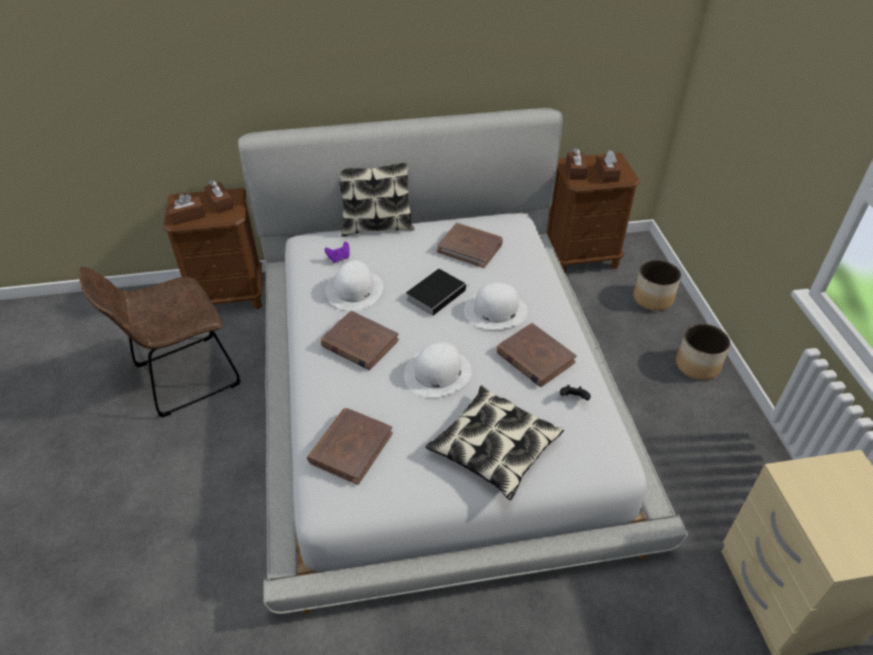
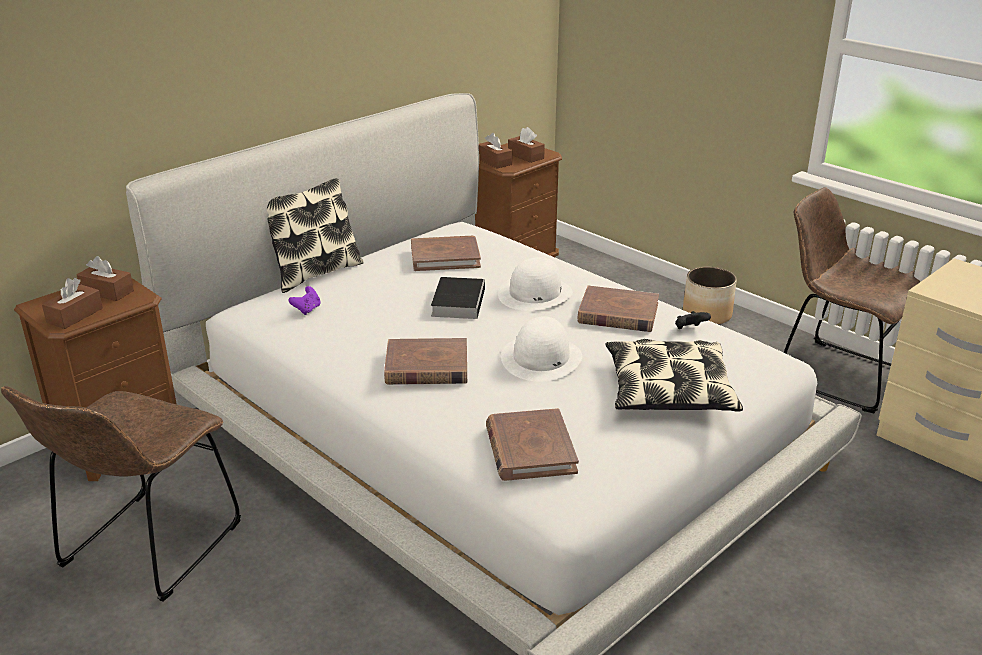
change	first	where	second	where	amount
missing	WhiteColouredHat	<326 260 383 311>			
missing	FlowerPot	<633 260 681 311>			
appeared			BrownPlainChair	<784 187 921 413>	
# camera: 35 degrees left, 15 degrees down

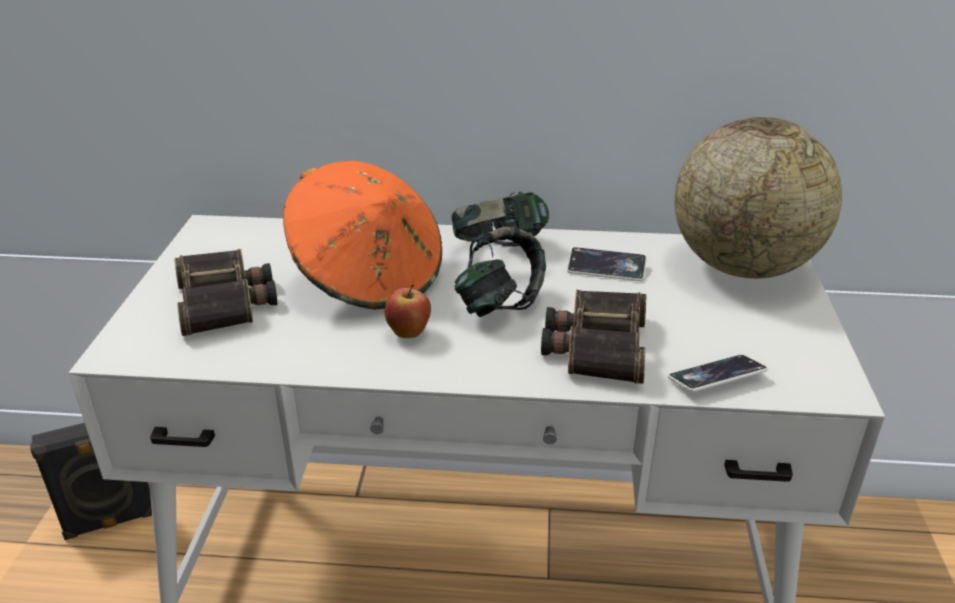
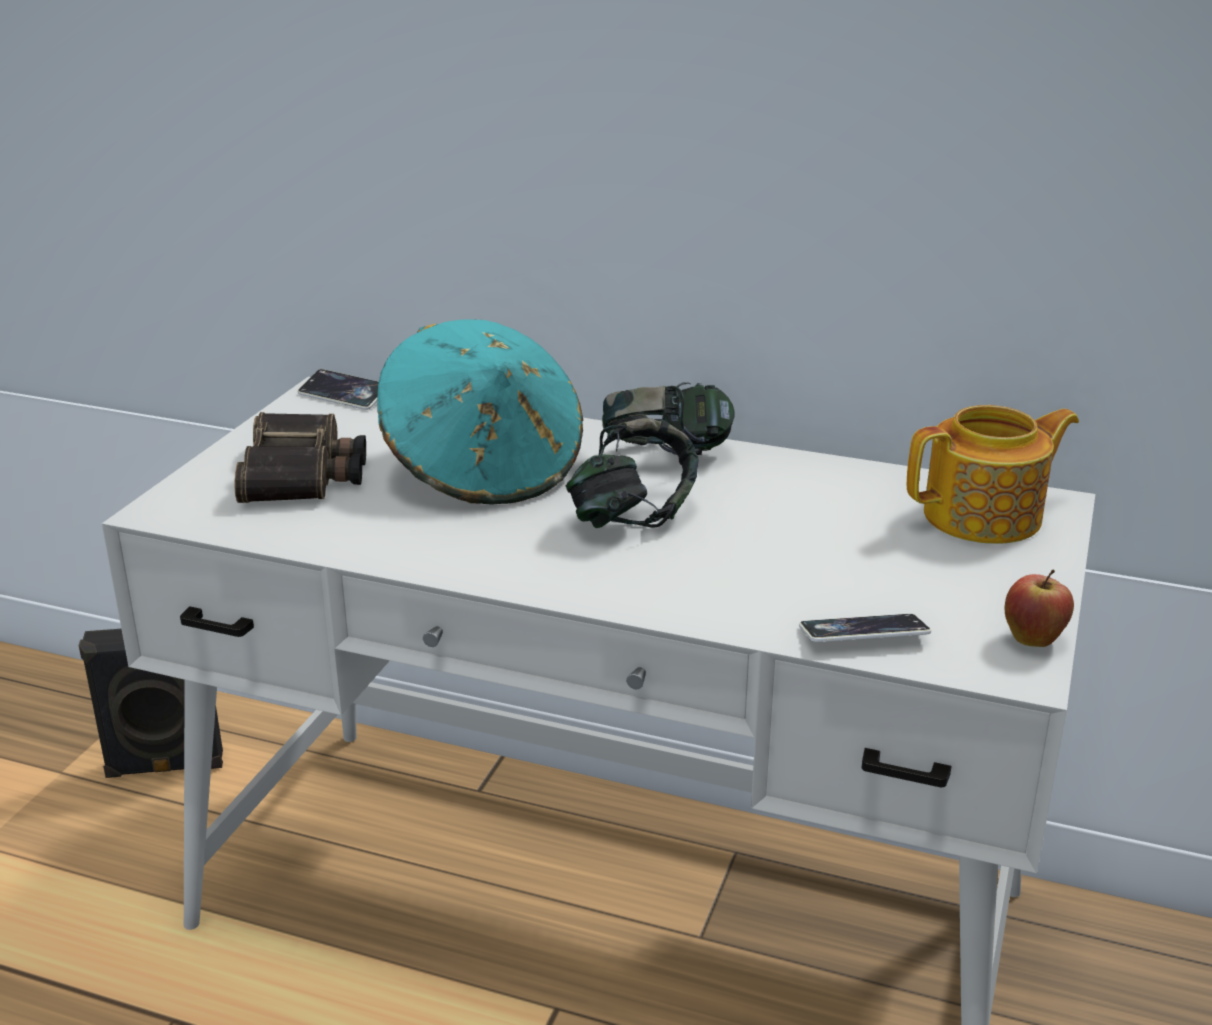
change	first	where	second	where	amount
missing	FieldGlasses	<541 290 646 384>			
relocated	Apple	<385 284 431 338>		<1005 569 1074 647>	
relocated	Telephone	<567 247 647 281>		<297 369 379 410>	
exchanged	WorldGlobe	<674 117 842 279>	PotForTea	<907 405 1079 544>	
colour	OrangeColouredHat	<283 161 442 310>	BlueGreenHat	<377 319 583 504>	
# camera: 15 degrees right, 5 degrees down

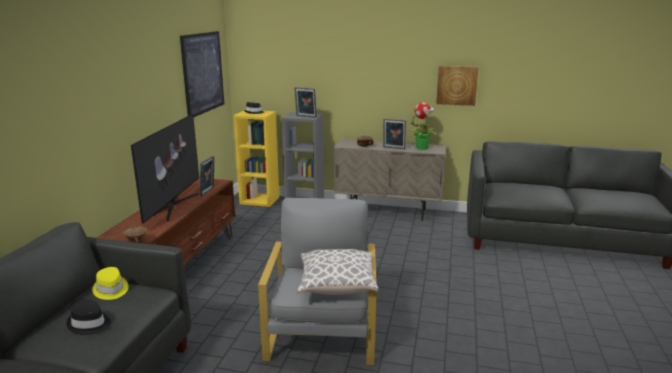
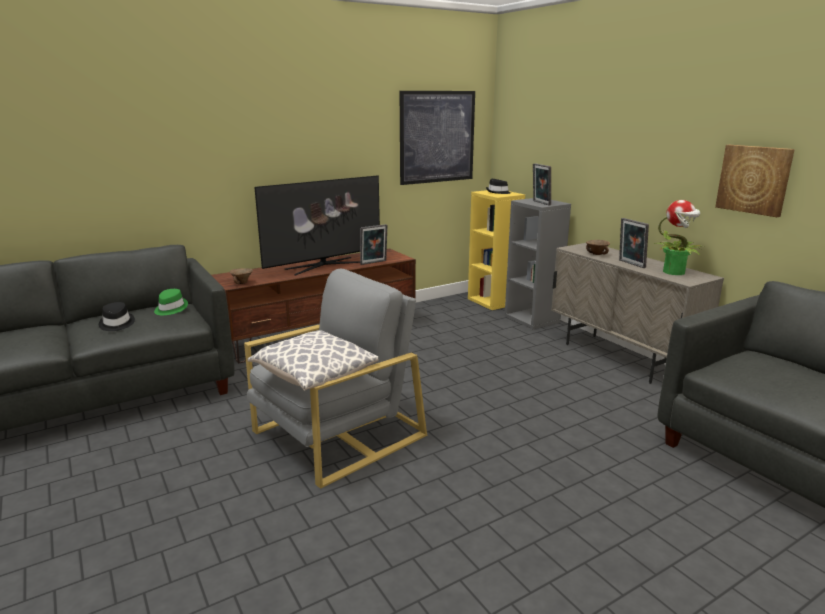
change	first	where	second	where	amount
colour	YellowHat	<92 267 128 300>	GreenishHat	<154 289 188 315>	
# camera: 45 degrees right, 0 degrees up

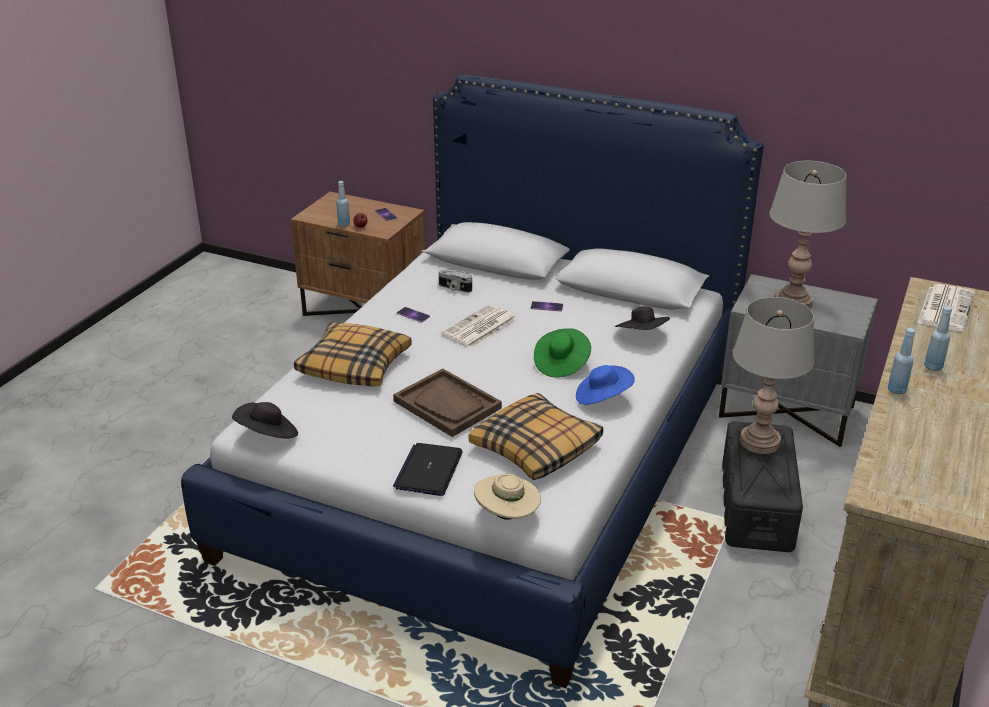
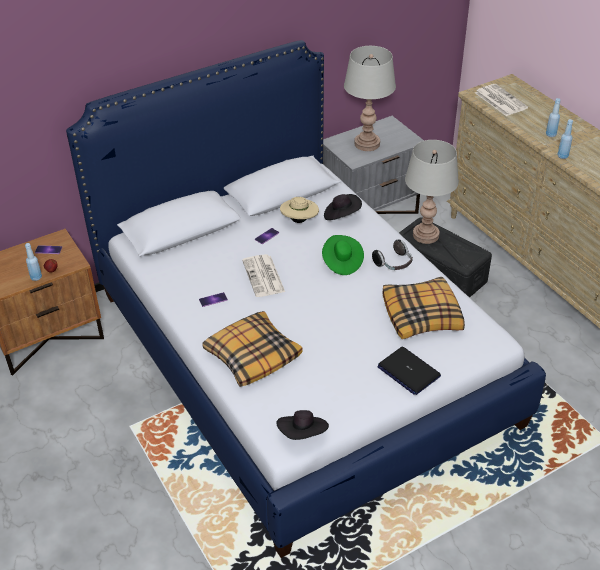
change	first	where	second	where	amount
missing	BrownCarryingTray	<393 368 502 437>			
missing	StillCamera	<439 269 472 293>			
relocated	BeigeHat	<474 473 541 520>		<280 197 319 223>	
exchanged	BlueColouredHat	<576 365 635 405>	PairOfHeadphones	<372 239 413 270>	
# camera: 55 degrees left, 10 degrees up

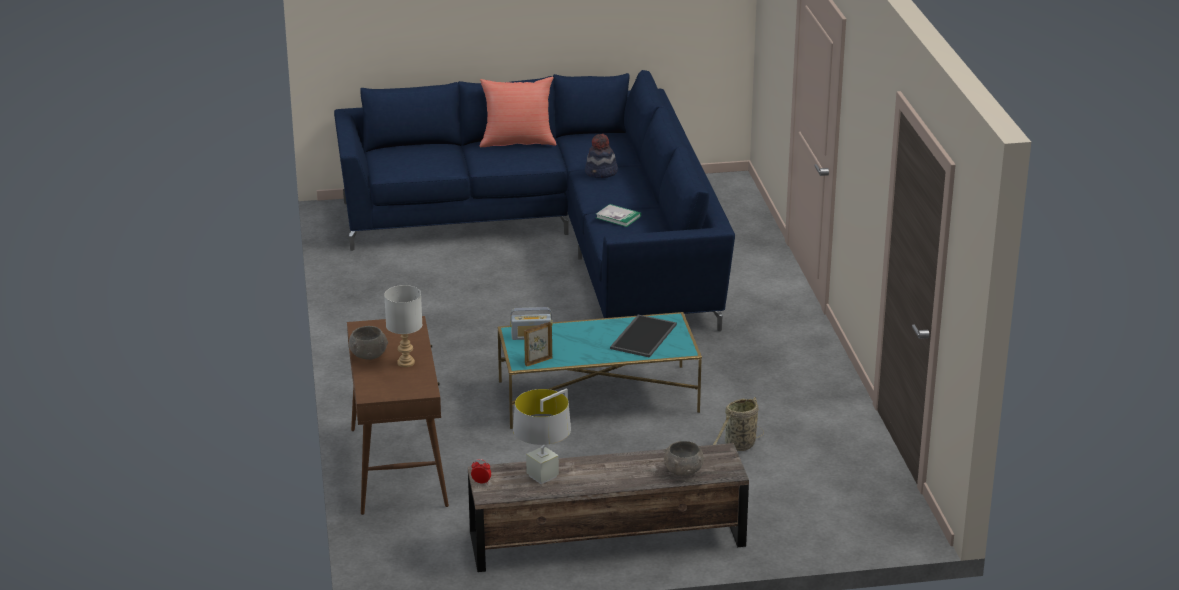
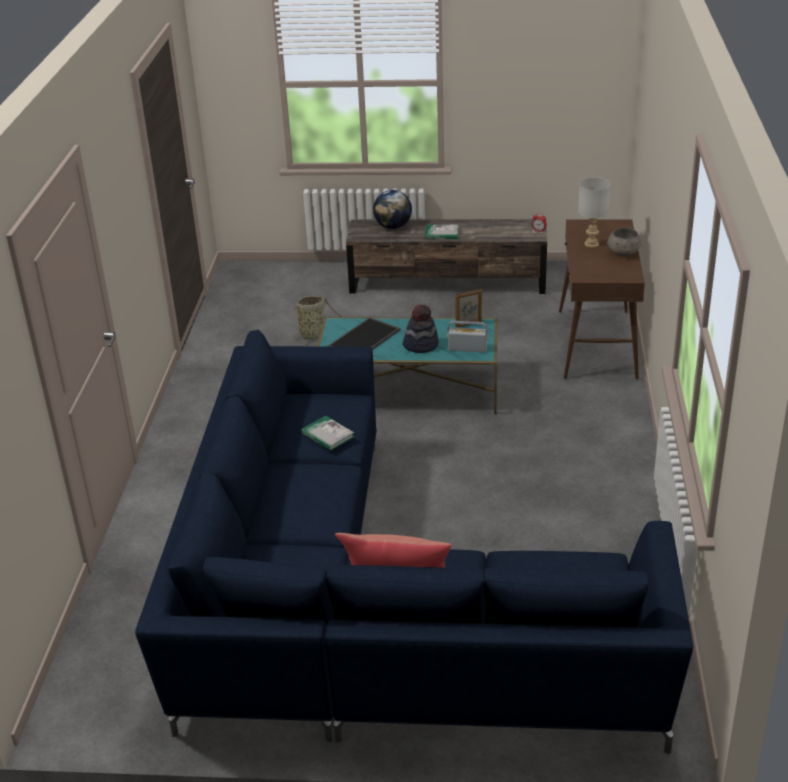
change	first	where	second	where	amount
missing	GreyishTabletopLamp	<513 388 571 484>			
appeared			Volume	<425 224 459 239>	
relocated	Hat	<585 134 618 178>		<403 305 439 353>	
exchanged	GreyishServingBowl	<664 441 704 476>	WorldGlobe	<373 190 412 229>	
# camera: 165 degrees left, 5 degrees up

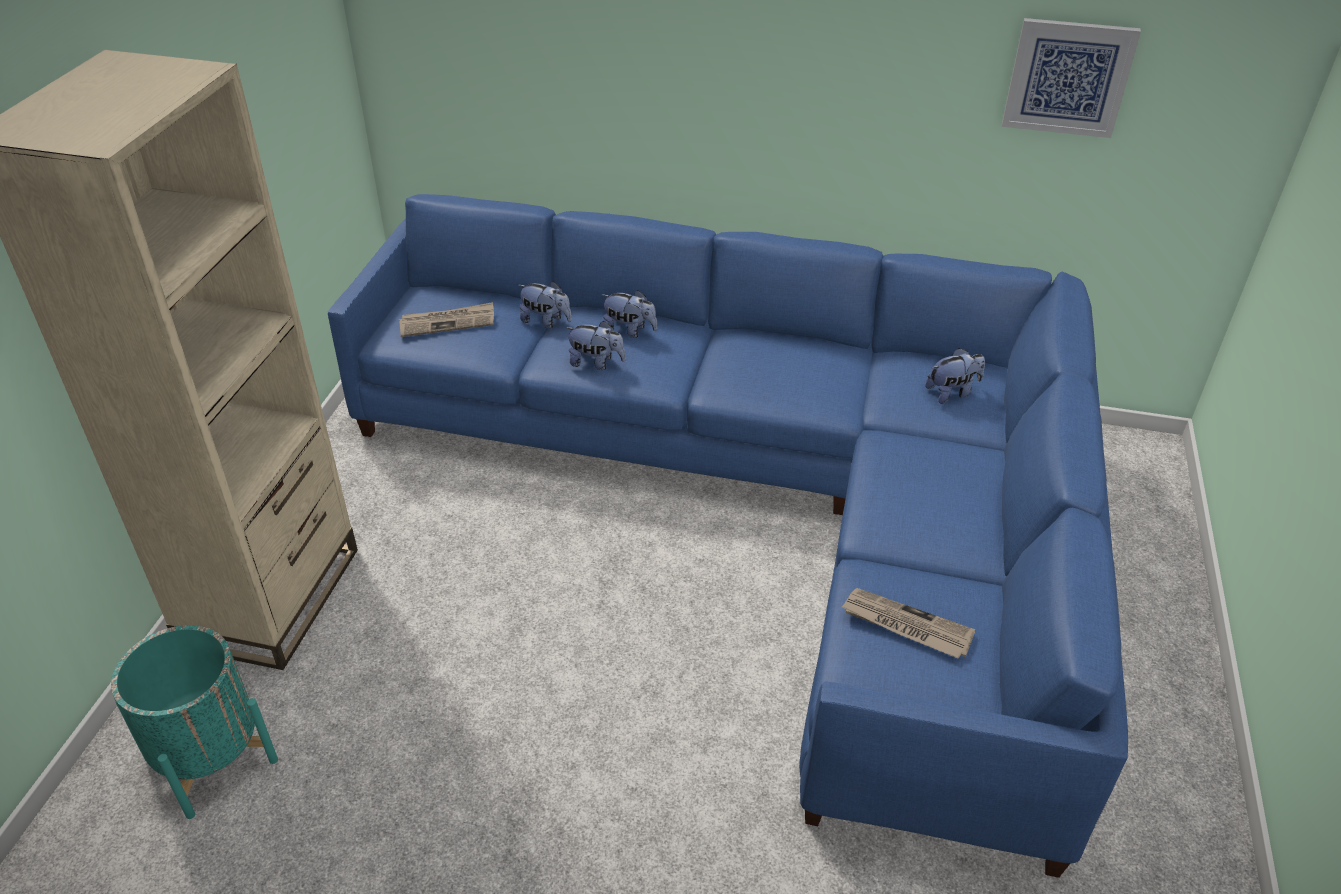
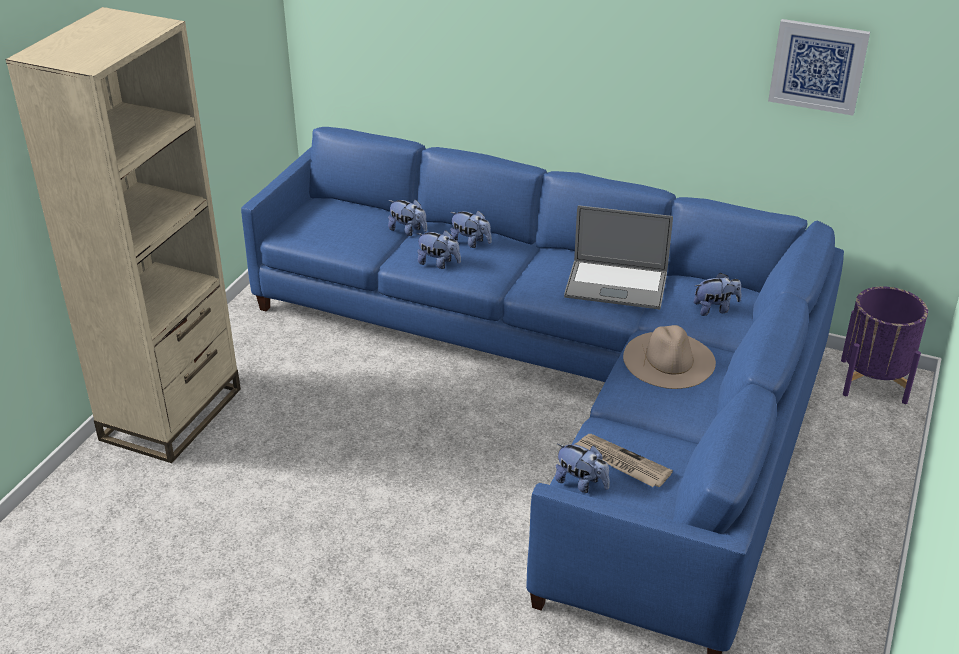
change	first	where	second	where	amount
missing	BlueGreenFlowerPot	<111 625 278 819>			
missing	Newspaper	<399 302 494 337>			
appeared			PlushToy	<555 444 610 493>	
appeared			NotebookComputer	<564 205 673 310>	
appeared			BeigeHat	<623 325 716 389>	
appeared			PurplishFlowerPot	<841 286 928 404>	
# camera: 10 degrees right, 5 degrees down

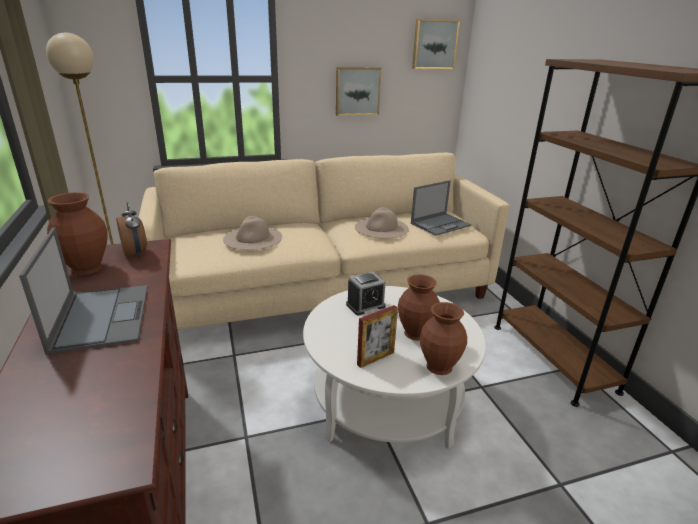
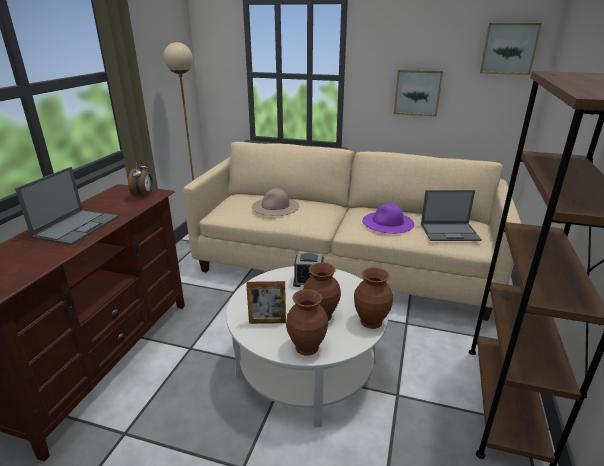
change	first	where	second	where	amount
relocated	BrownDecorativeVase	<47 192 108 276>		<354 267 393 329>	
colour	BeigeHat	<355 207 409 238>	PurplishHat	<362 203 414 234>	
# camera: 35 degrees right, 0 degrees up

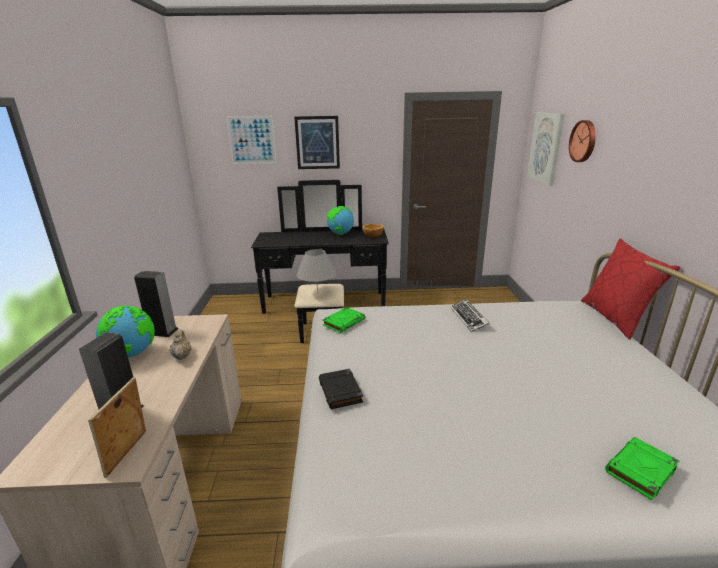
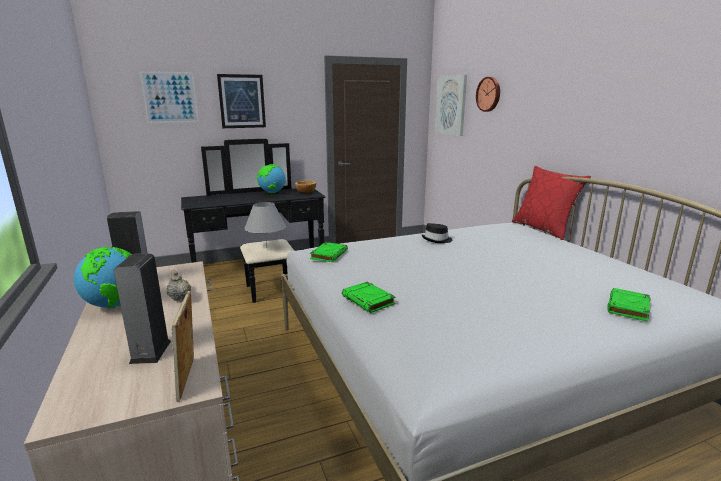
change	first	where	second	where	amount
exchanged	ComputerKeyboard	<451 299 490 332>	BlackishHat	<422 223 453 243>	
colour	BlackishVolume	<319 369 363 409>	GreenishVolume	<342 282 395 313>	
# camera: 20 degrees left, 5 degrees down

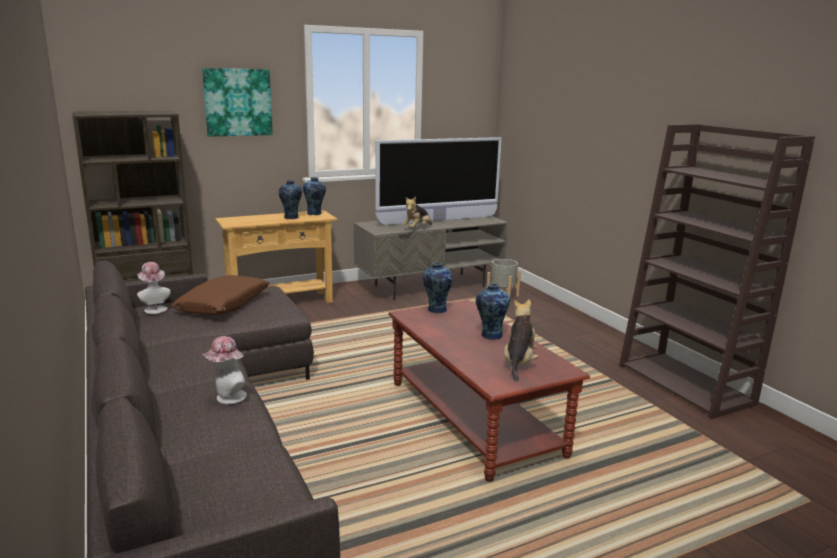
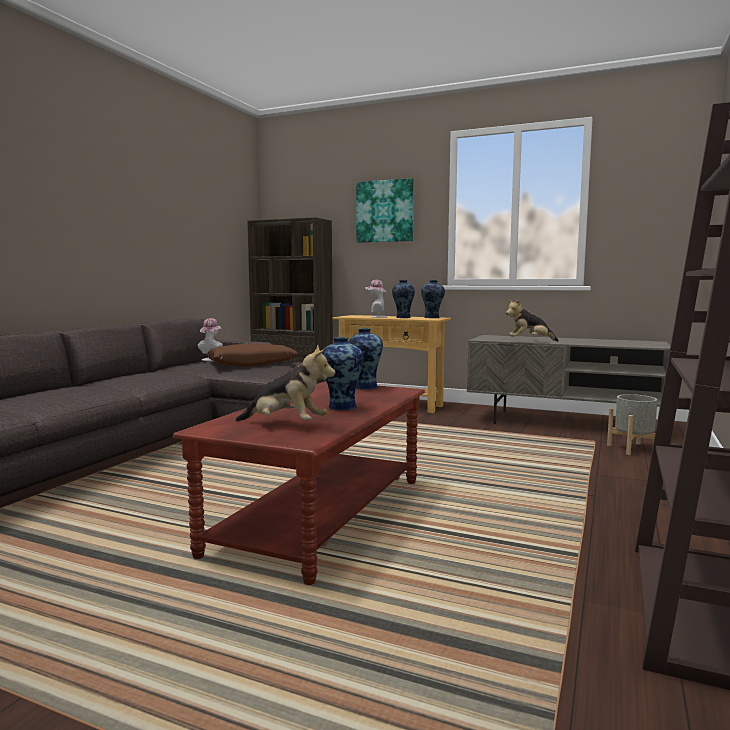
change	first	where	second	where	amount
missing	Tv	<375 137 502 225>			
relocated	Hat	<203 336 247 404>		<365 280 387 318>	
spun	PlushToy	<504 299 539 382>		<235 345 335 421>	45 degrees clockwise
# camera: 50 degrees right, 10 degrees down

